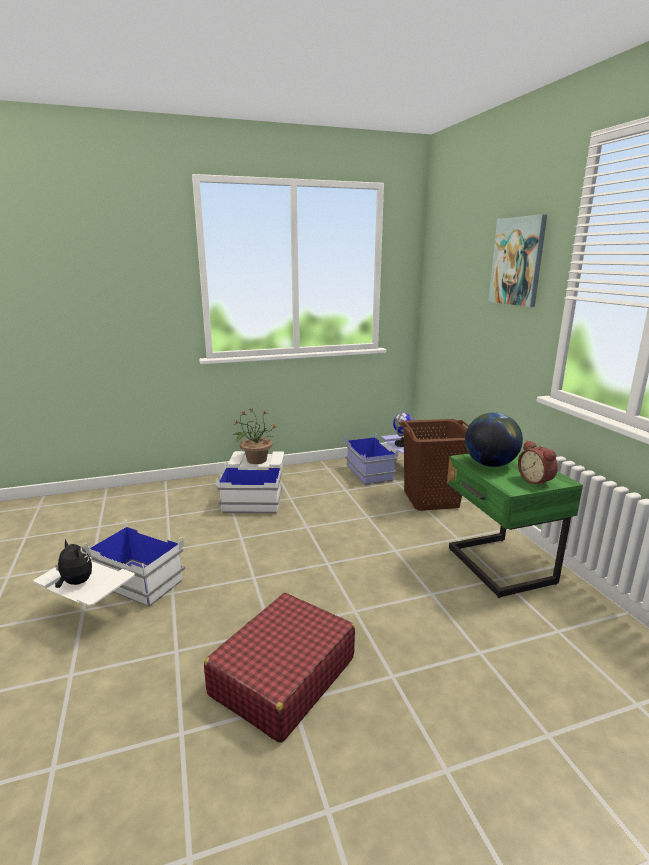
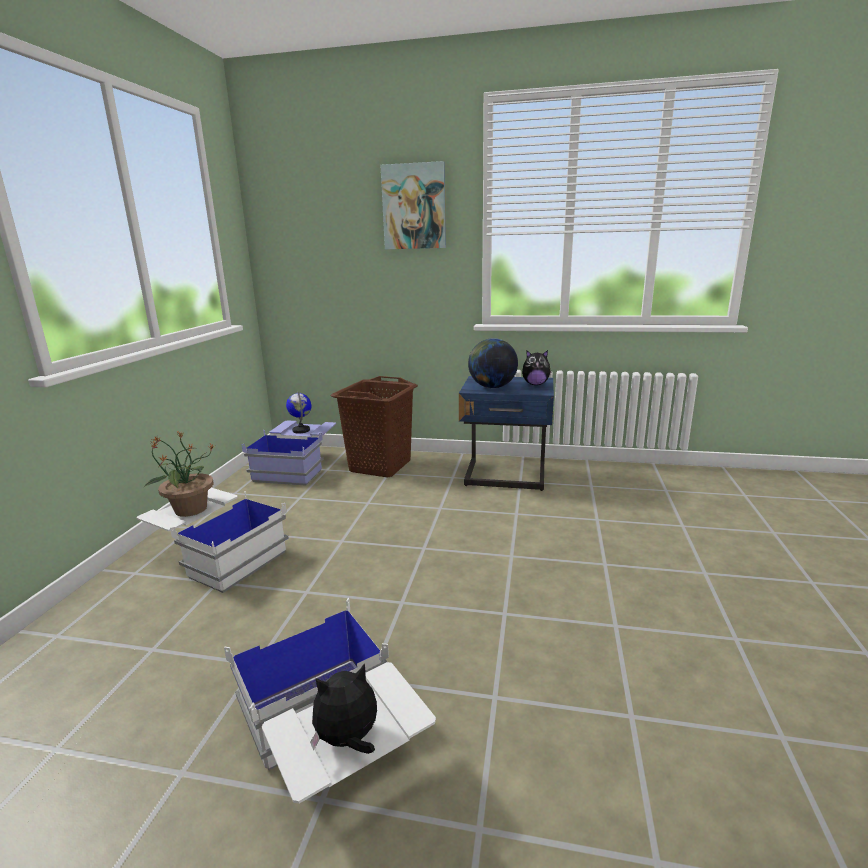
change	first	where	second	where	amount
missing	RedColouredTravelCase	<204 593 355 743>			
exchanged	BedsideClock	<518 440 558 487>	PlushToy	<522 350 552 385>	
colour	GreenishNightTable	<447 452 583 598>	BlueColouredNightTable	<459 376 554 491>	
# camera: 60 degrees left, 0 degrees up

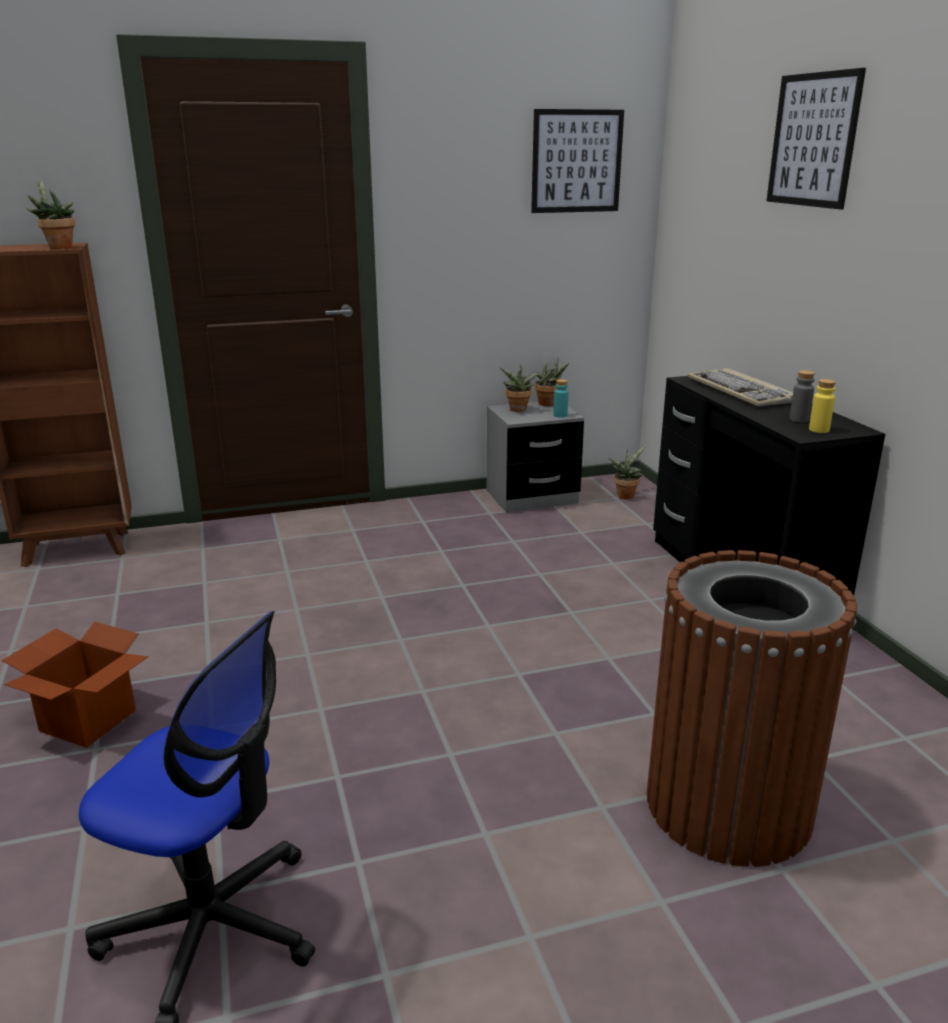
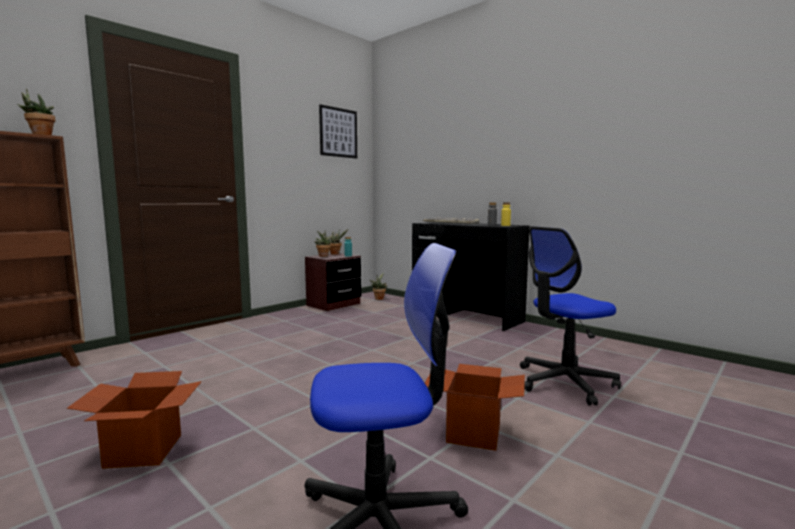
change	first	where	second	where	amount
missing	WallArt	<767 68 866 210>			
appeared			PackingBox	<425 364 525 451>	
exchanged	BrownWasteBin	<647 550 857 867>	DeskChair	<520 226 621 406>	
colour	GreyishNightTable	<487 402 584 512>	BrownNightTable	<305 253 361 311>	
# camera: 30 degrees left, 15 degrees down

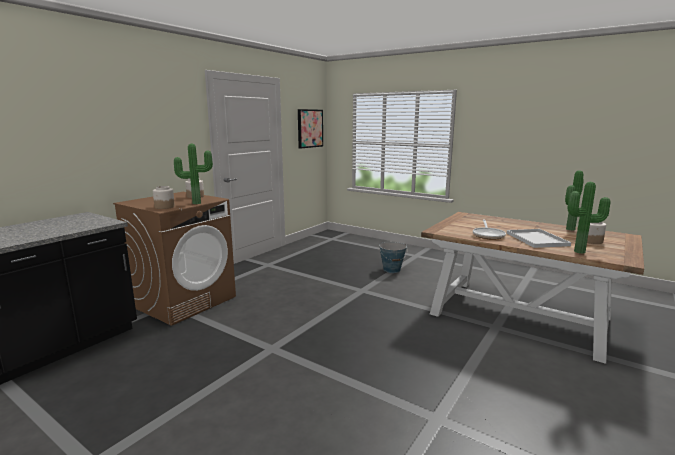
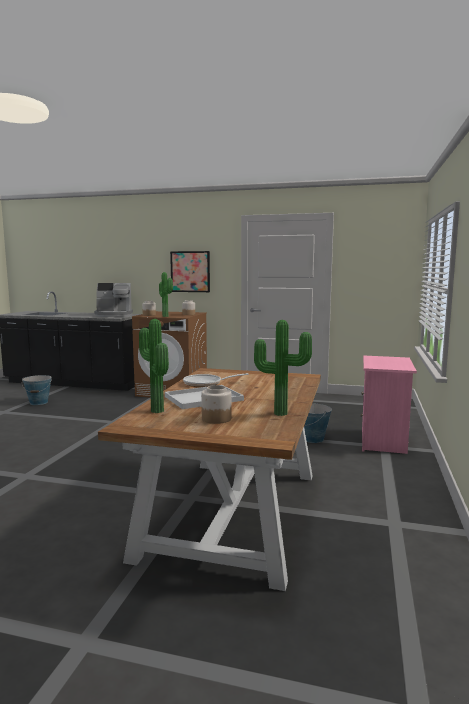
change	first	where	second	where	amount
appeared			Pail	<22 375 52 405>	
appeared			CoffeeBrewer	<94 283 133 317>	
appeared			PinkColouredNightTable	<360 356 417 454>	
relocated	WallArt	<298 109 323 149>		<170 251 210 292>	
# camera: 70 degrees right, 5 degrees down

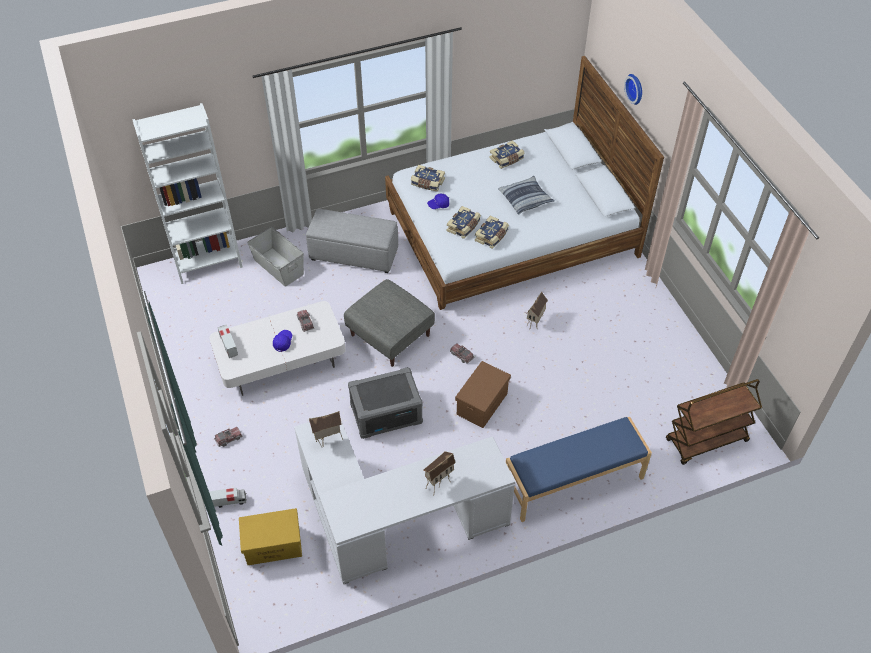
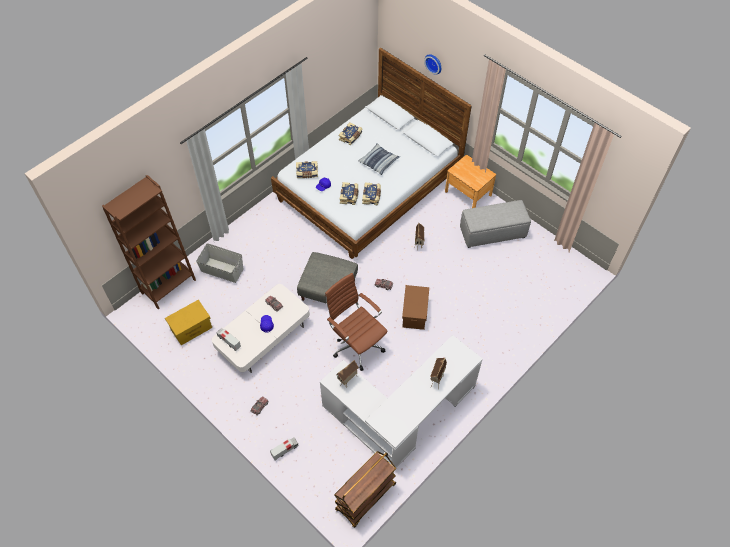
change	first	where	second	where	amount
missing	BlueColouredBench	<506 417 652 522>			
appeared			BrownNightTable	<445 155 496 208>	
relocated	YellowStorageBox	<239 508 302 565>		<165 300 212 345>	
relocated	GreyishOttoman	<306 209 398 273>		<460 200 531 248>	
relocated	BrownCart	<666 379 762 465>		<334 451 396 528>	
exchanged	GreyishStorageBox	<348 367 423 439>	BrownDeskChair	<325 273 388 371>	
colour	WhiteColouredShelvingUnit	<132 103 243 284>	BrownShelvingUnit	<102 175 196 309>	
# camera: 25 degrees left, 5 degrees up

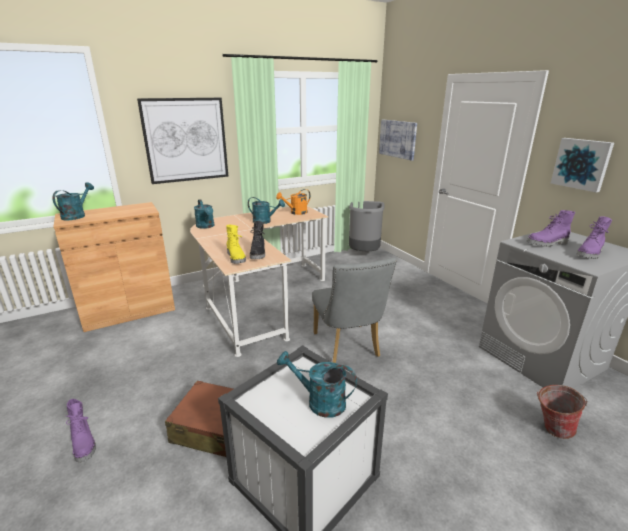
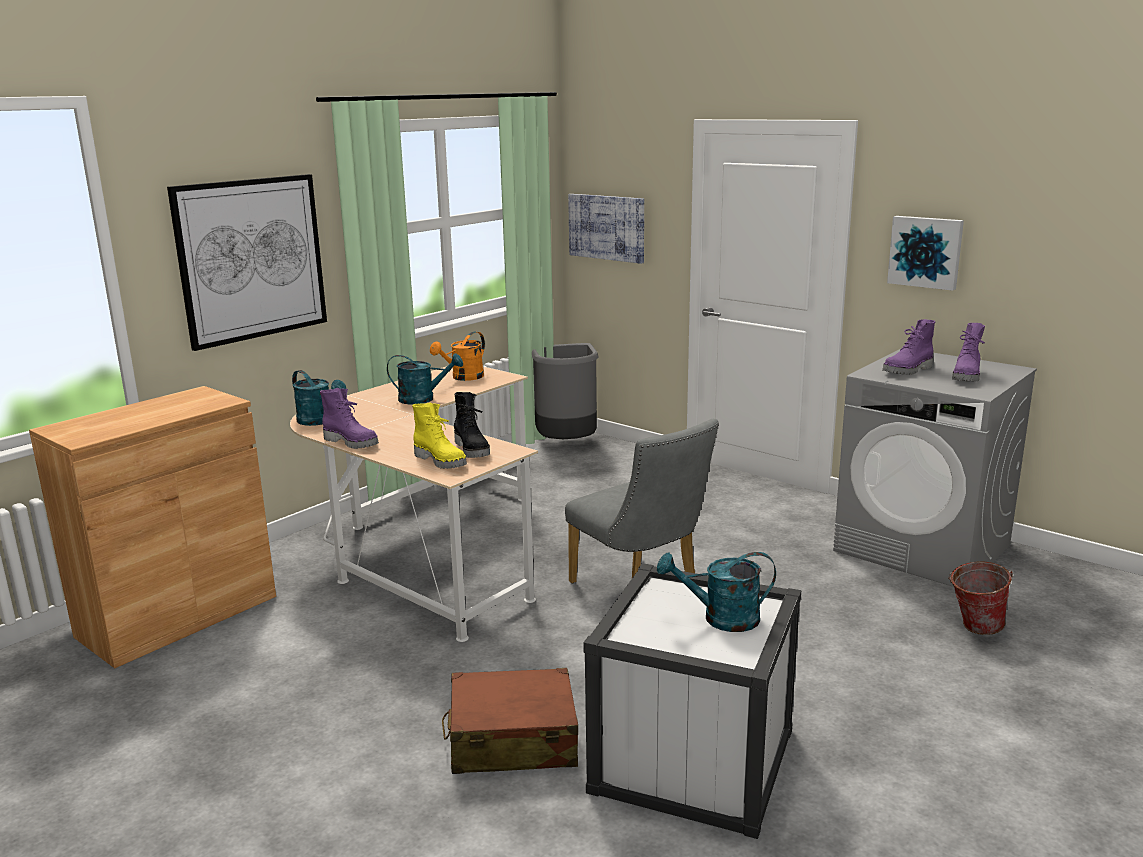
change	first	where	second	where	amount
missing	BlueGreenWateringCan	<52 182 94 220>			
relocated	PurplishBoot	<66 399 96 463>		<320 388 379 449>	
# camera: 20 degrees left, 5 degrees down

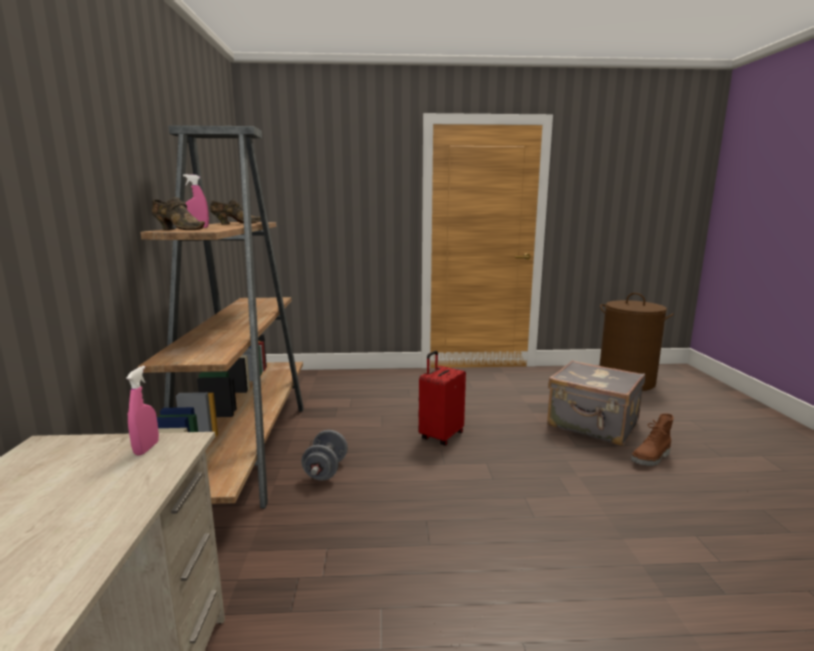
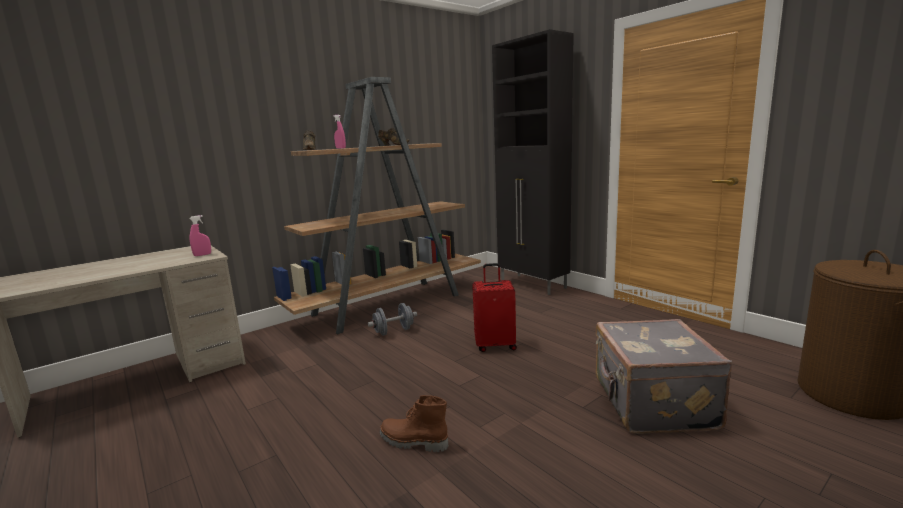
change	first	where	second	where	amount
appeared			BlackishStorageCabinet	<492 29 574 295>	
relocated	BrownBoot	<631 414 673 466>		<380 395 448 452>	
# camera: 55 degrees right, 0 degrees up

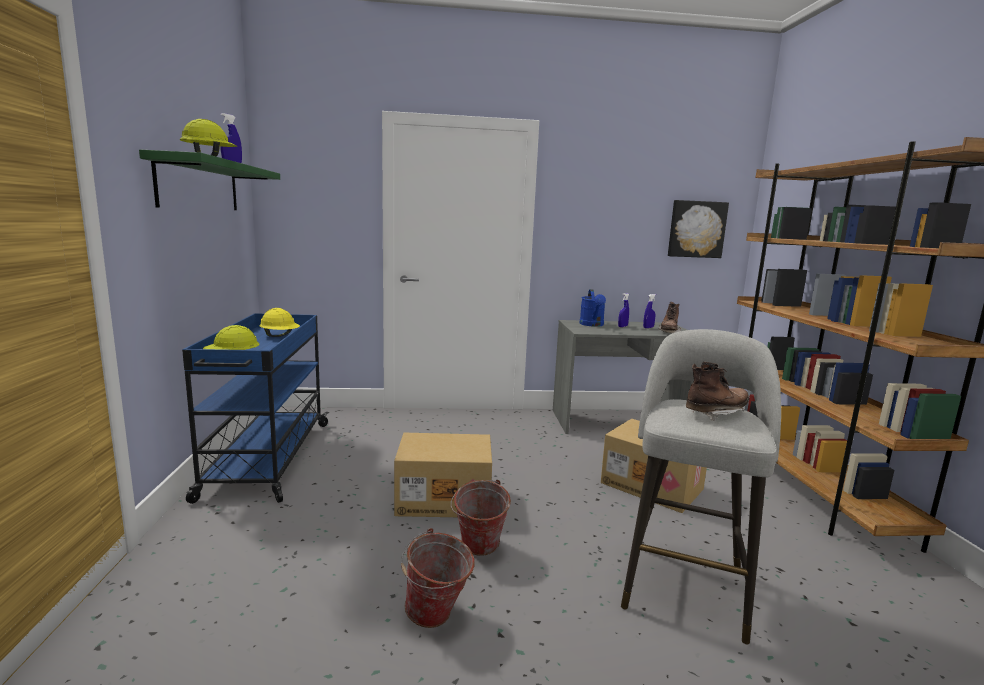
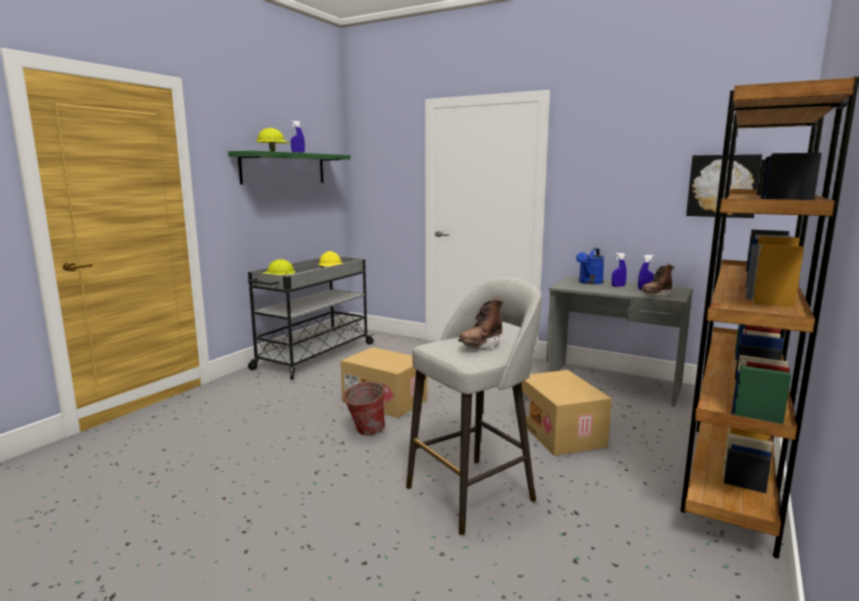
change	first	where	second	where	amount
missing	Pail	<401 528 475 628>			
colour	BlueColouredCart	<182 313 329 504>	GreyishCart	<248 256 375 380>	
spun	BrownBoot	<686 362 749 421>		<459 298 503 349>	120 degrees clockwise
# camera: 35 degrees right, 0 degrees up

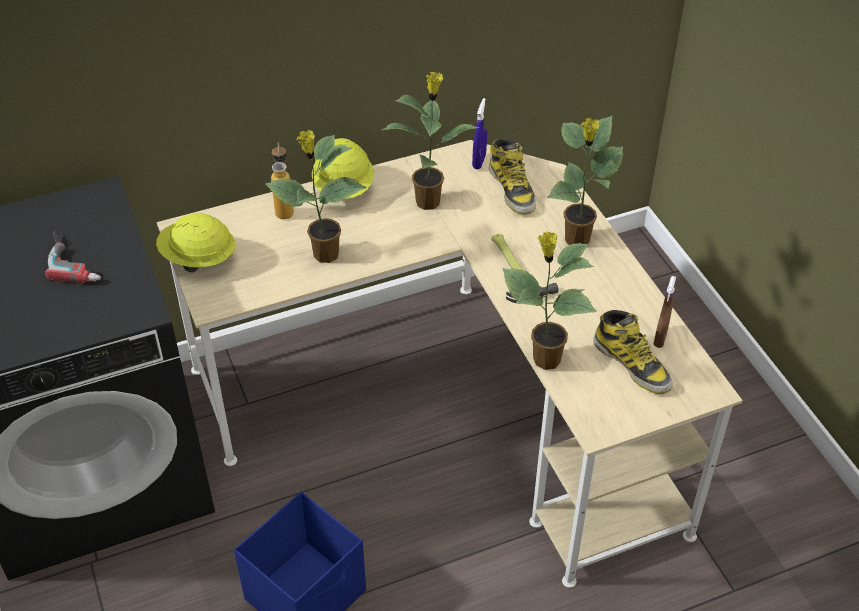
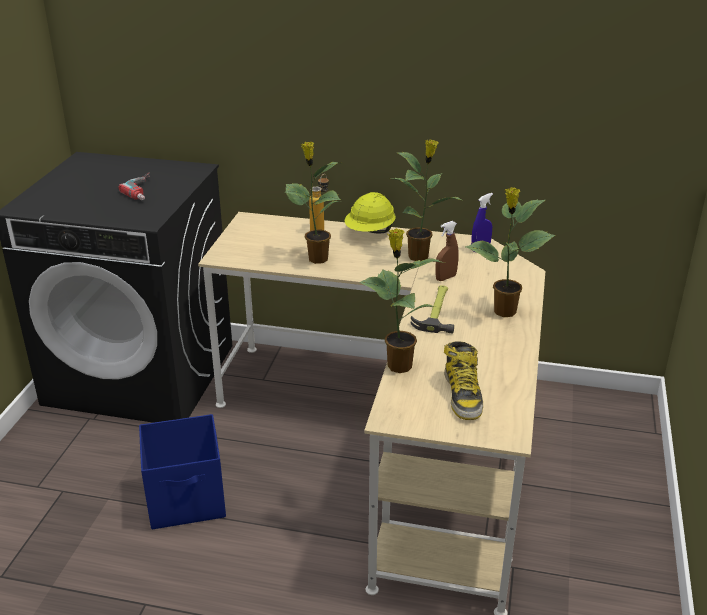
change	first	where	second	where	amount
missing	YellowWorkHelmet	<156 213 235 273>			
missing	Boot	<489 139 536 215>			
relocated	BrownSprayBottle	<654 276 676 348>		<435 221 459 281>	
# camera: 35 degrees right, 15 degrees down

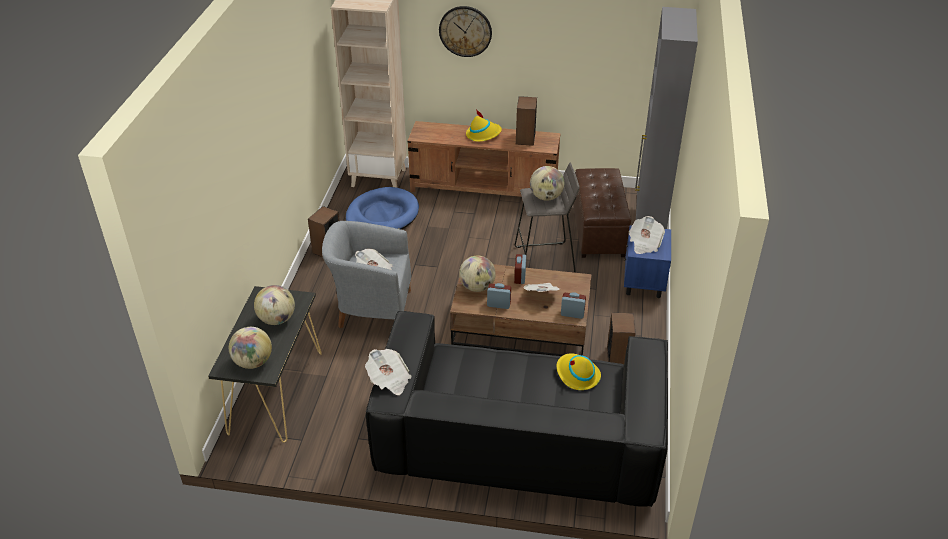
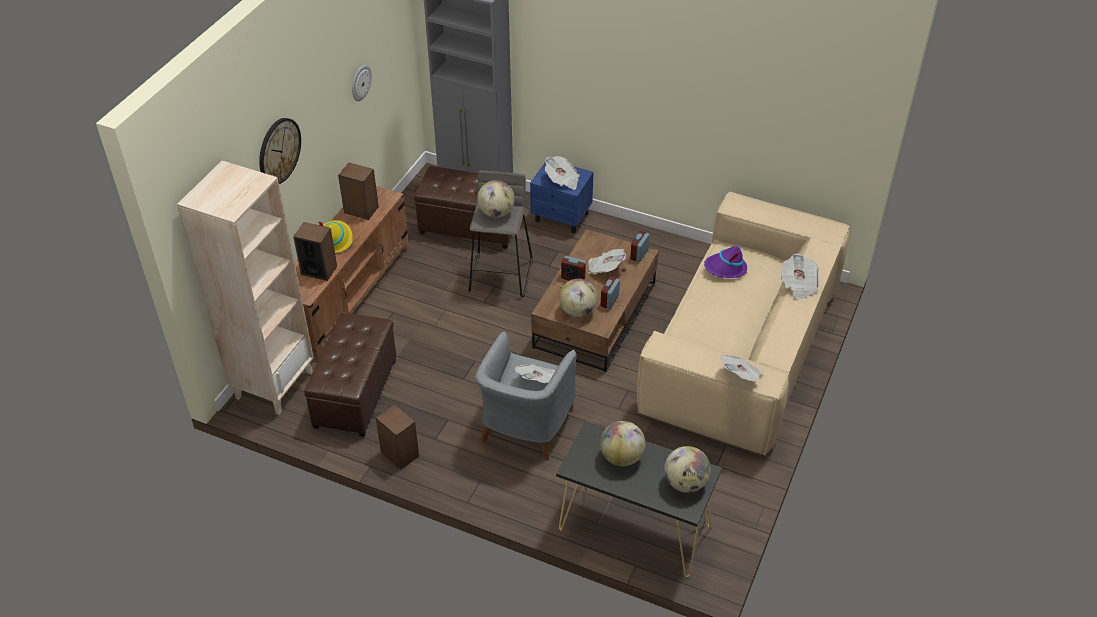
change	first	where	second	where	amount
appeared			HangingClock	<352 65 372 101>	
appeared			Newspaper	<781 253 819 300>	
relocated	Speaker	<607 313 636 364>		<293 222 337 281>	
exchanged	BlueColouredPetBed	<346 187 419 230>	BrownOttoman	<304 313 396 437>	
colour	BlackishCouch	<366 311 668 507>	BeigeCouch	<637 192 850 456>	
colour	YellowHat	<557 353 601 390>	PurplishHat	<704 246 747 278>	
# camera: 75 degrees left, 5 degrees up

